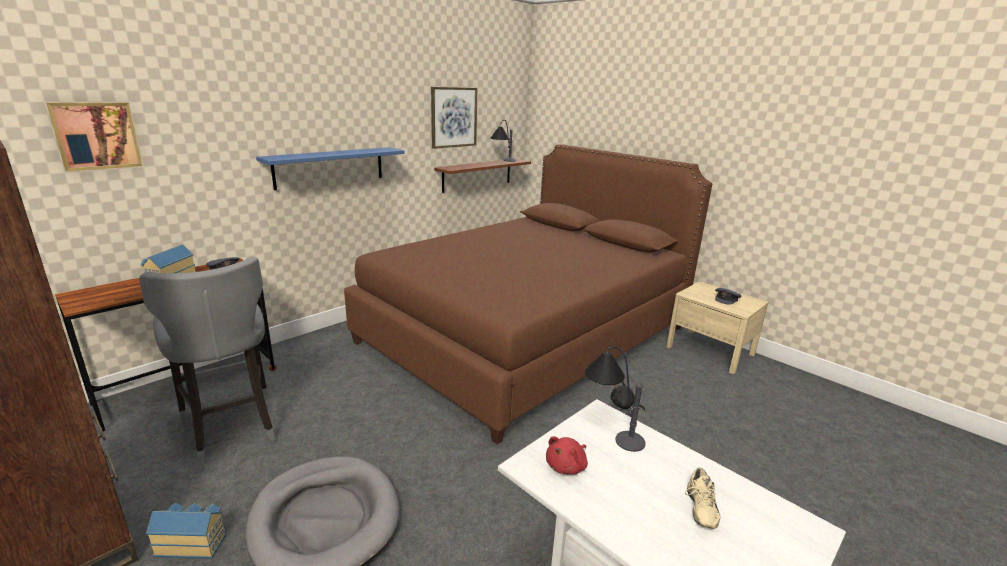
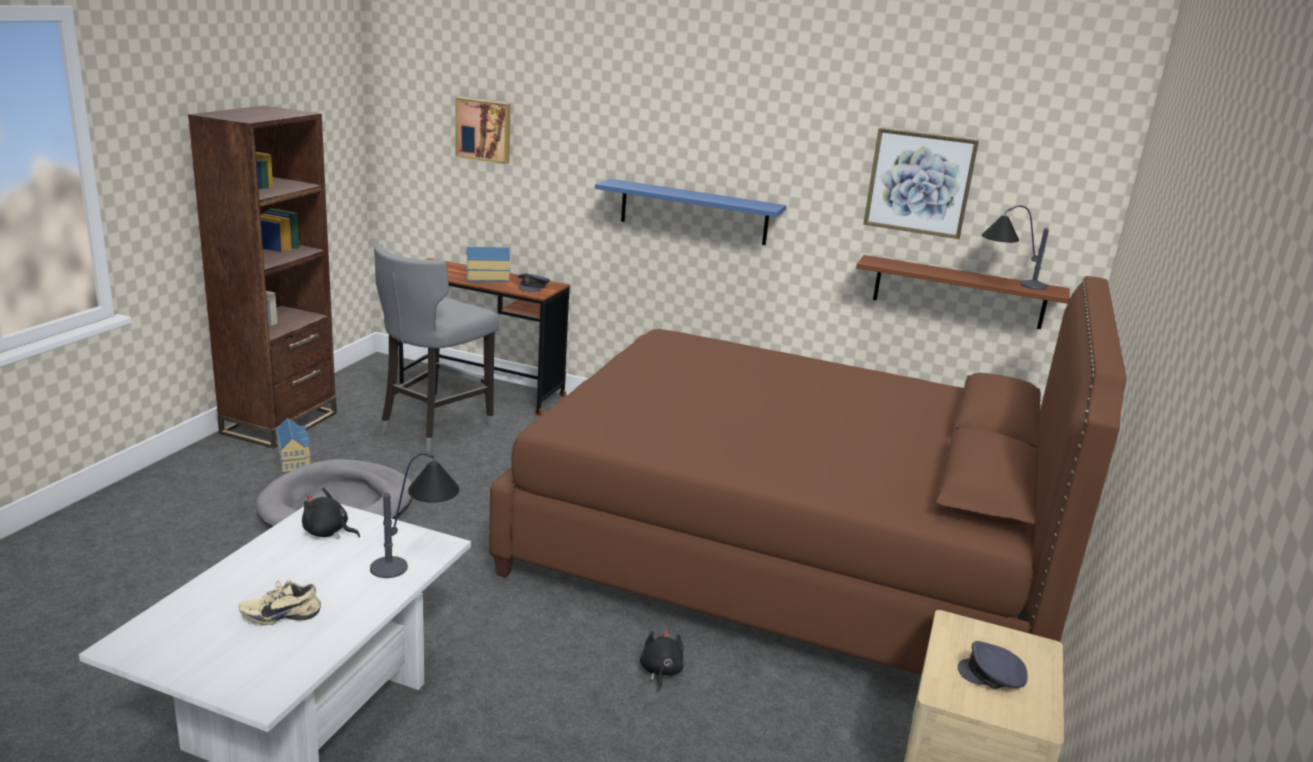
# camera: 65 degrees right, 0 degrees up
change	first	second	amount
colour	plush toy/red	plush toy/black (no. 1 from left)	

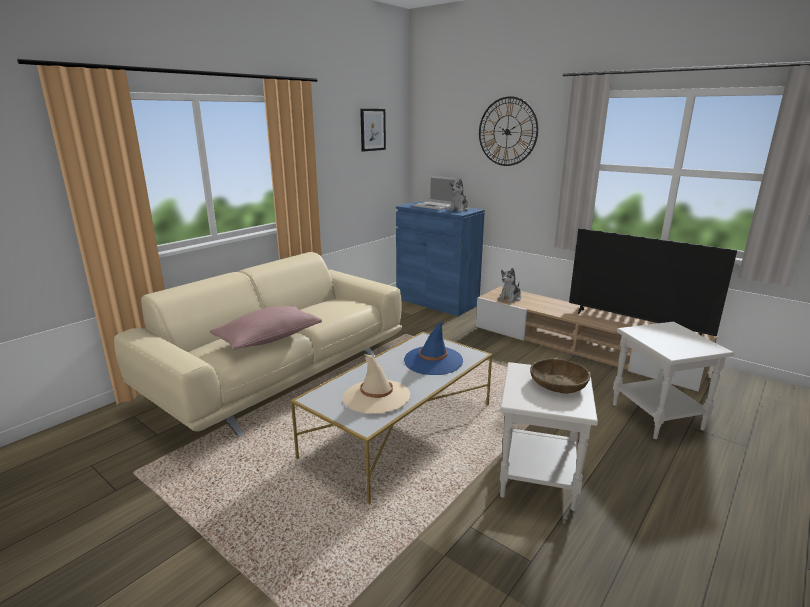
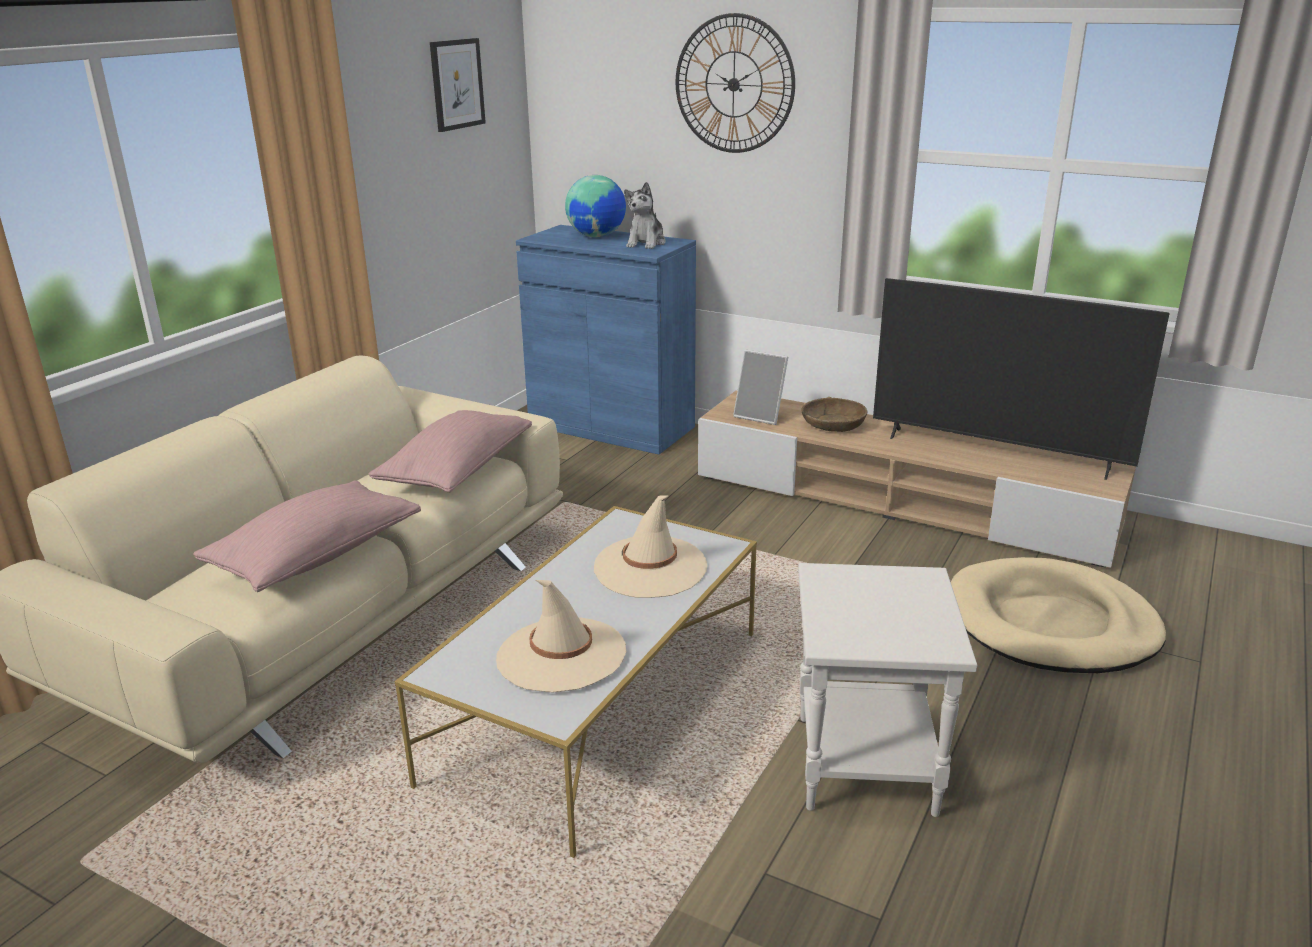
# camera: 10 degrees left, 5 degrees up
change	first	second	amount
appeared		pillow/pink (no. 2 from left)	
relocated	bowl/brown		
exchanged	laptop	globe	
exchanged	plush toy (no. 2 from left)	picture frame	
exchanged	side table/white (no. 2 from left)	dog bed/beige	
colour	hat/blue	hat/beige (no. 2 from left)	

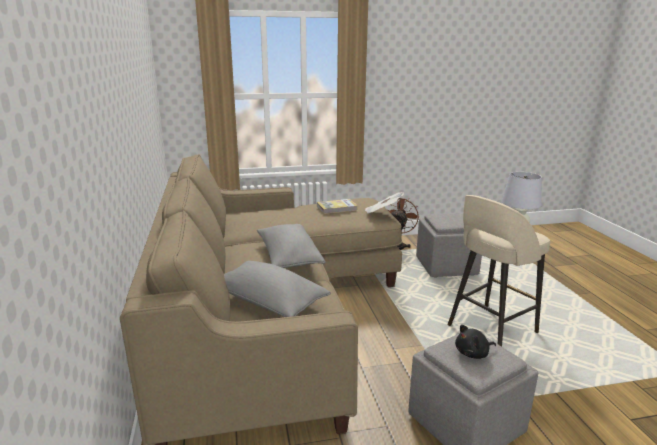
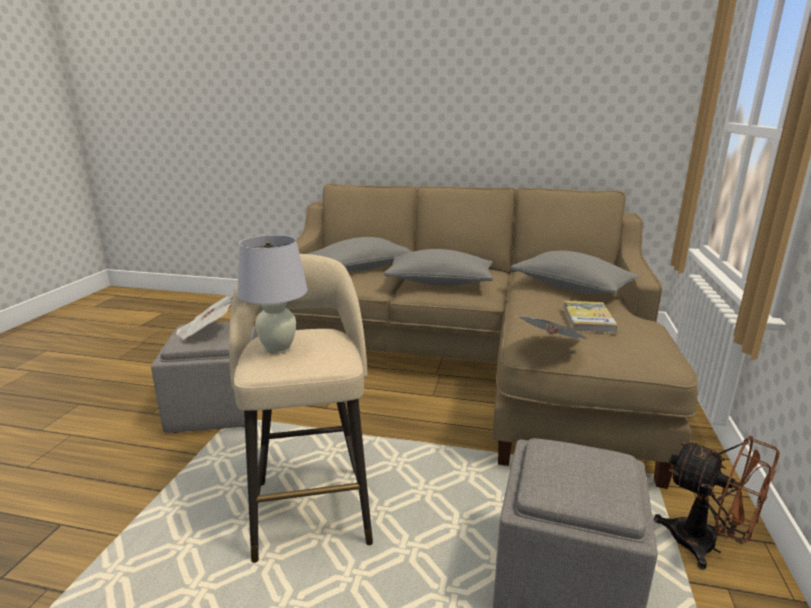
# camera: 115 degrees right, 0 degrees up
change	first	second	amount
appeared		pillow/grey (no. 3 from left)	
exchanged	plush toy/black	newspaper (no. 1 from left)	

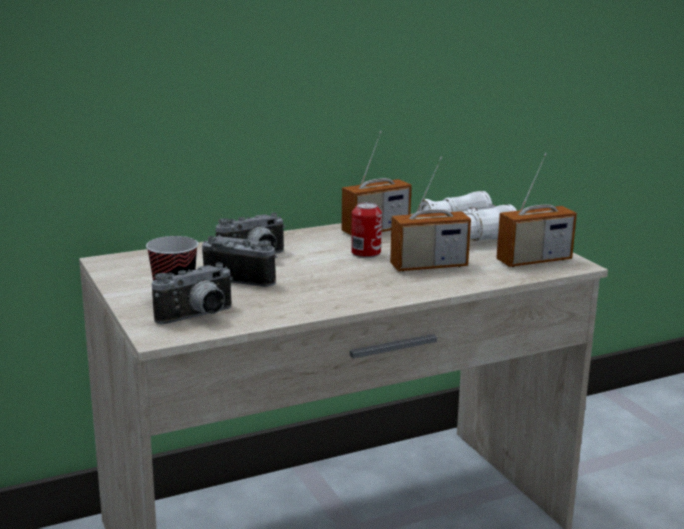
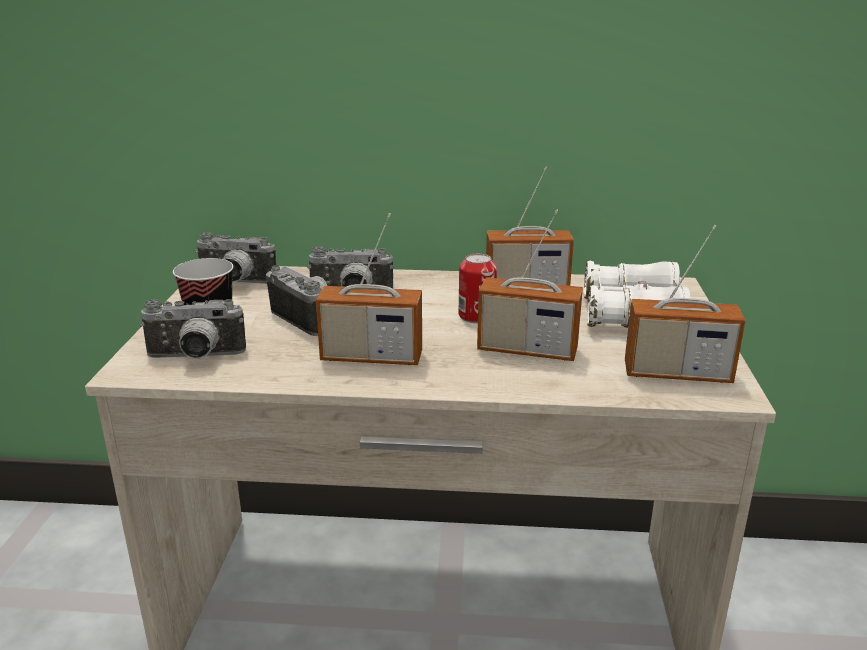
# camera: 30 degrees right, 5 degrees up
change	first	second	amount
appeared		photo camera (no. 2 from left)	
appeared		radio (no. 1 from left)	

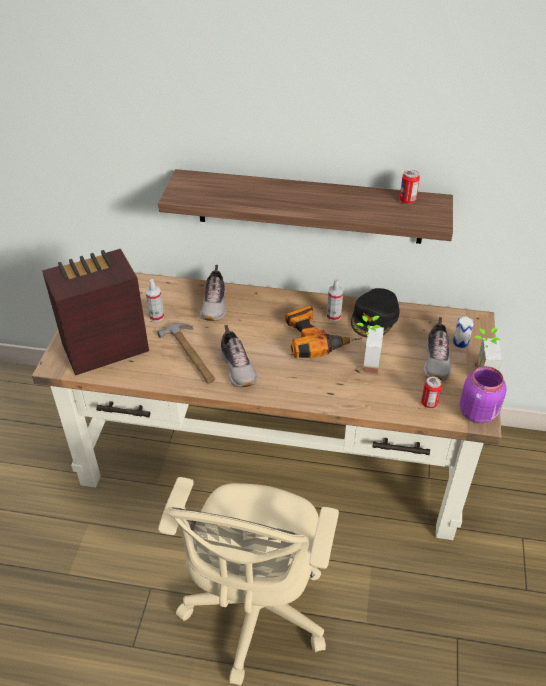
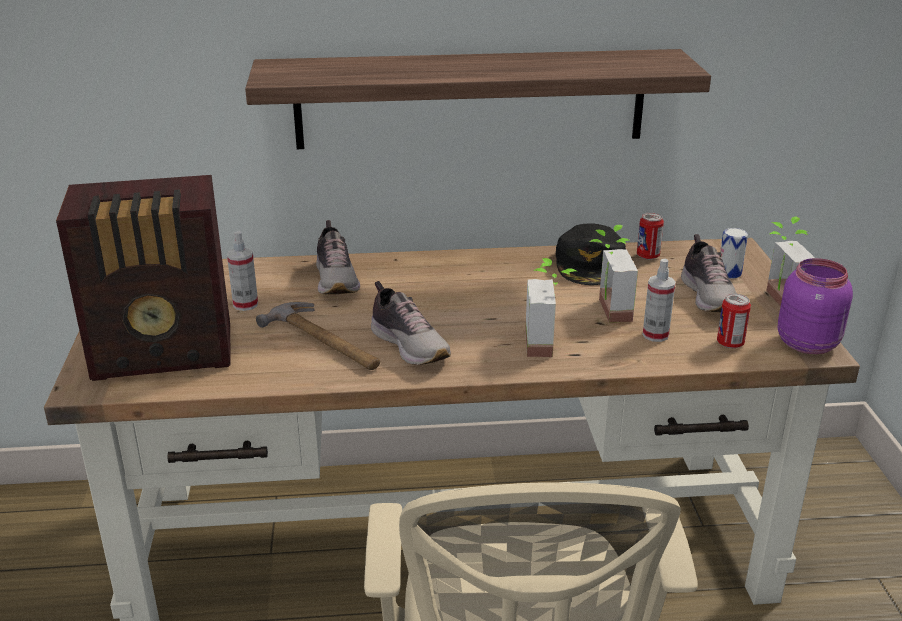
# camera: 15 degrees left, 15 degrees down
change	first	second	amount
missing	power drill		
appeared		potted plant (no. 1 from left)	
relocated	spray bottle (no. 2 from left)		
relocated	can (no. 1 from left)		
spun	radio		150 degrees counterclockwise

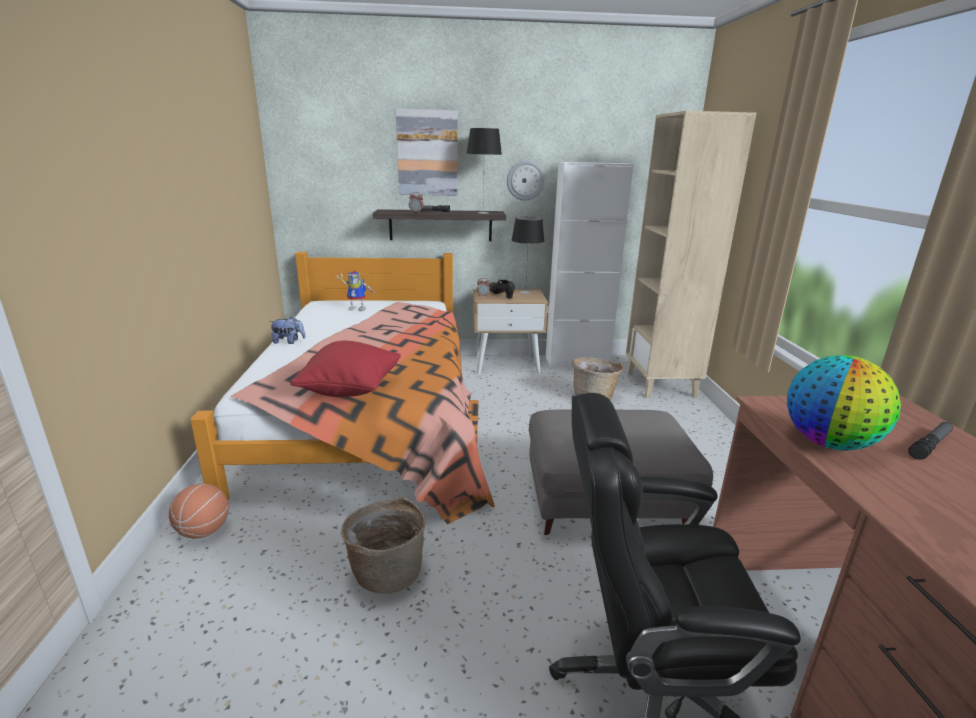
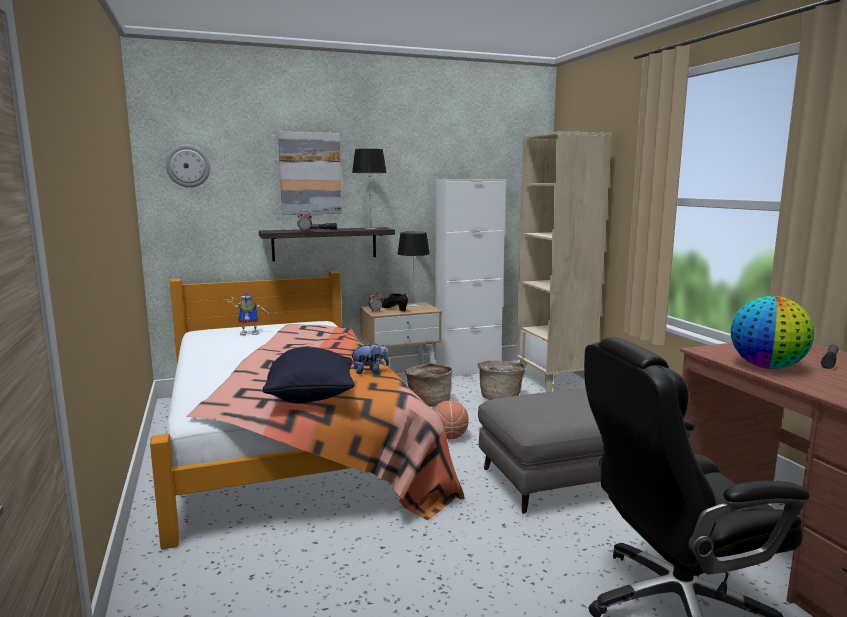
# camera: 15 degrees left, 10 degrees down
change	first	second	amount
relocated	basketball		
relocated	plush toy		
relocated	basket (no. 1 from left)		
relocated	wall clock		
colour	pillow/red	pillow/black	

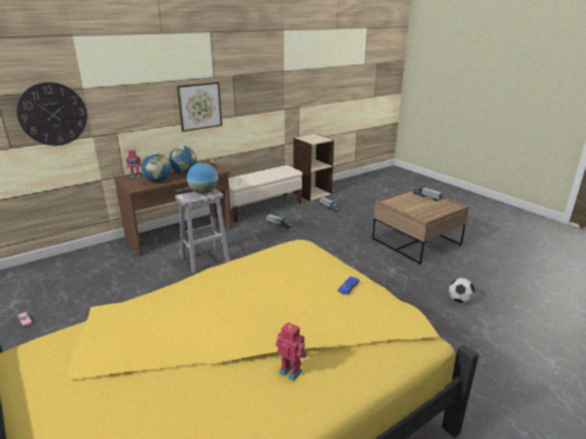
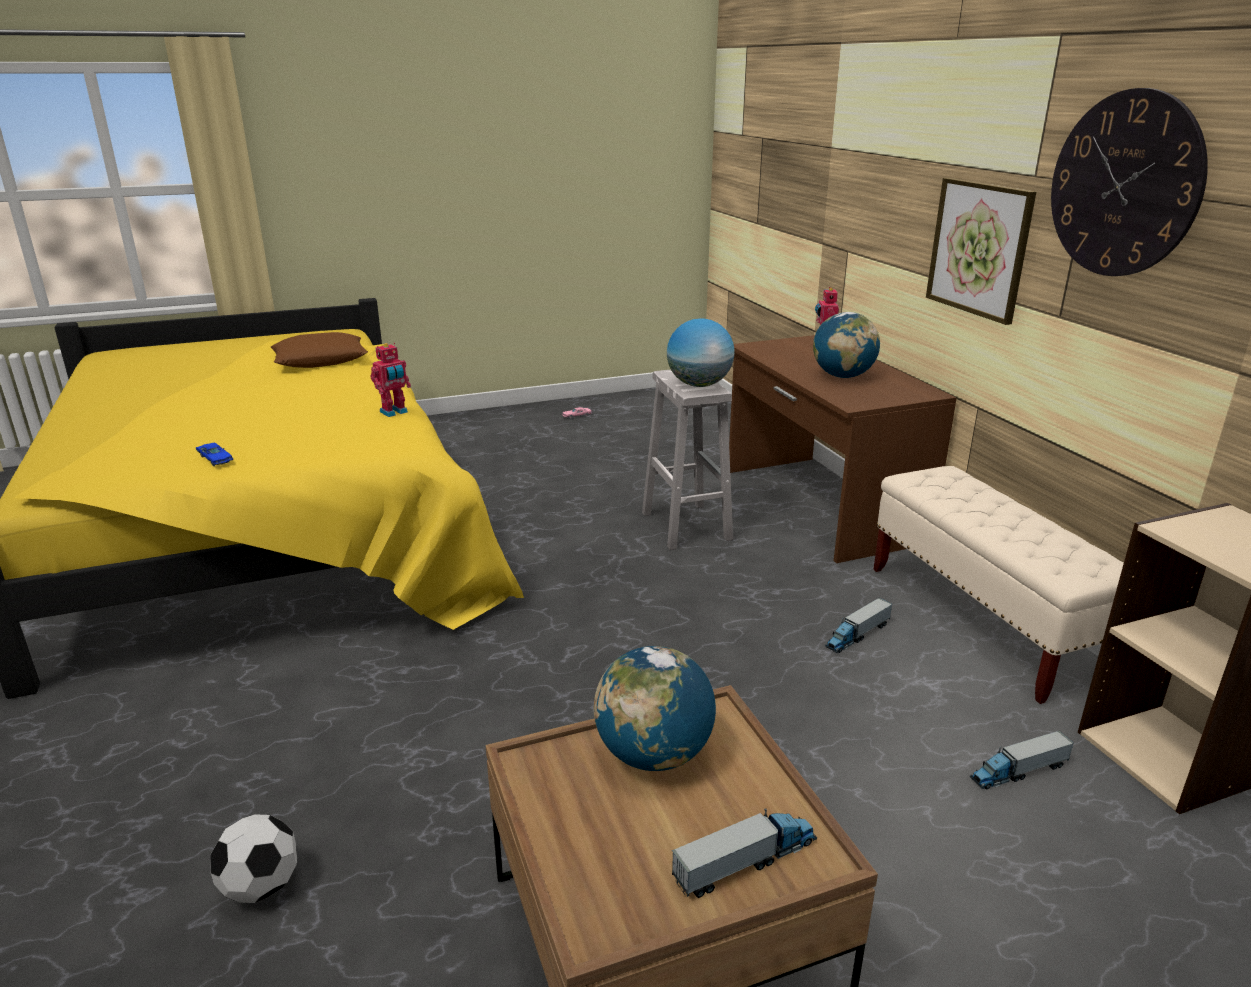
# camera: 105 degrees right, 0 degrees up
change	first	second	amount
appeared		pillow/brown	
relocated	wall clock		
relocated	globe (no. 1 from left)		
relocated	toy robot (no. 2 from left in the first image)	toy robot (no. 1 from left)	

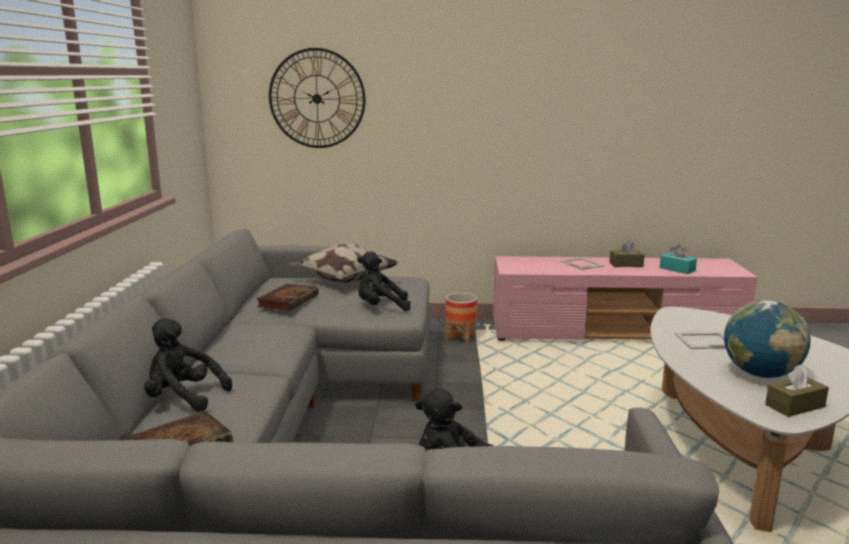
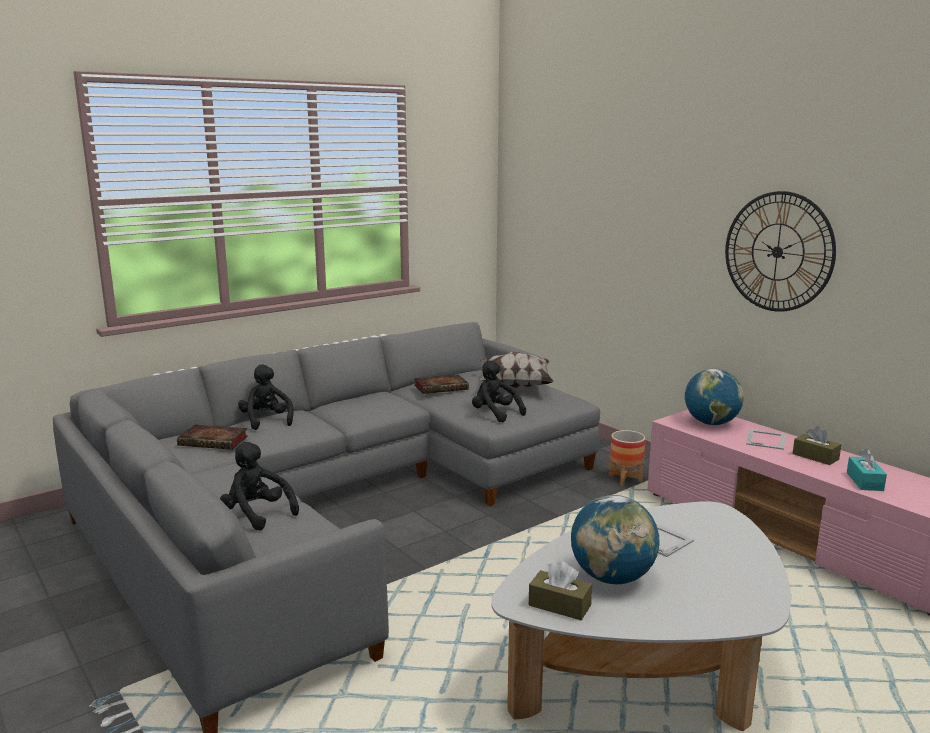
# camera: 50 degrees right, 0 degrees up
change	first	second	amount
appeared		globe (no. 2 from left)	
relocated	wall clock		

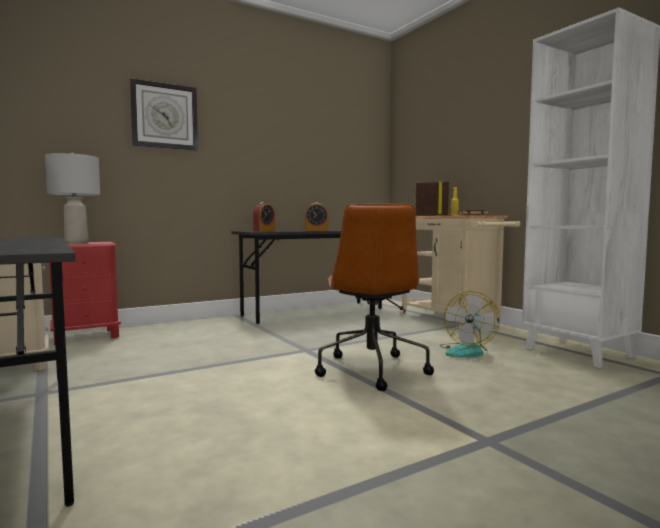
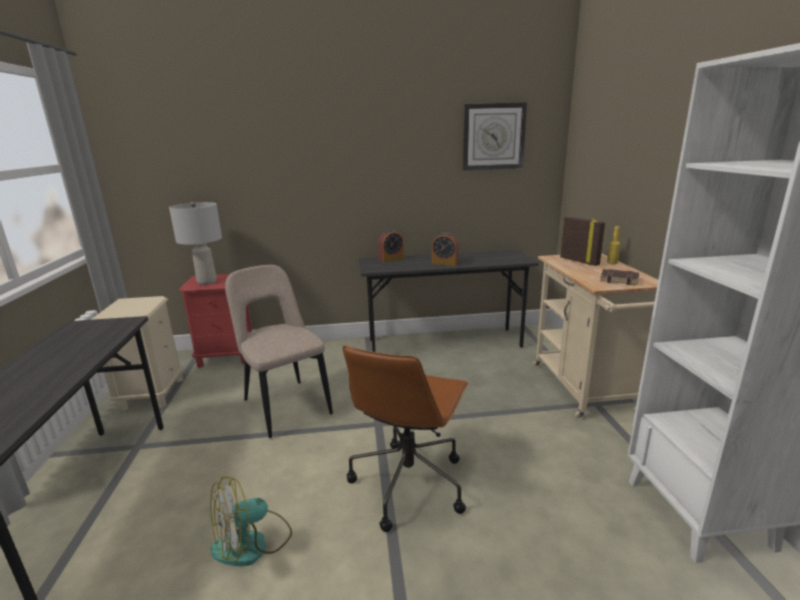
# camera: 25 degrees right, 15 degrees up
change	first	second	amount
appeared		chair/beige	
relocated	wall clock		
relocated	fan		

